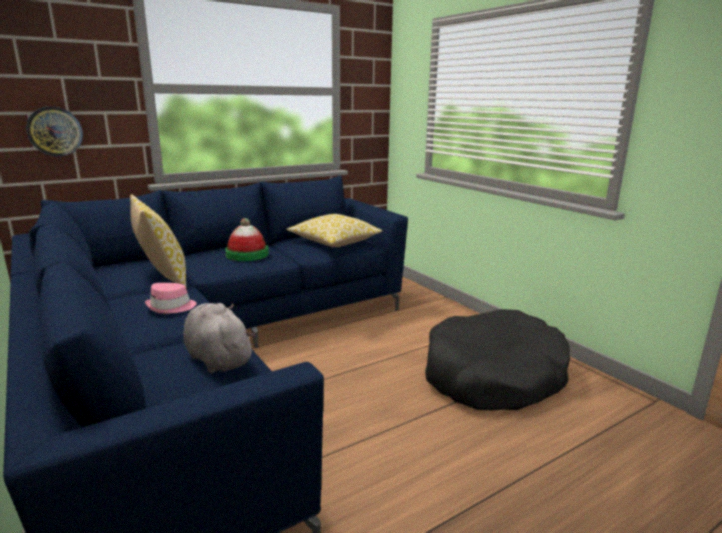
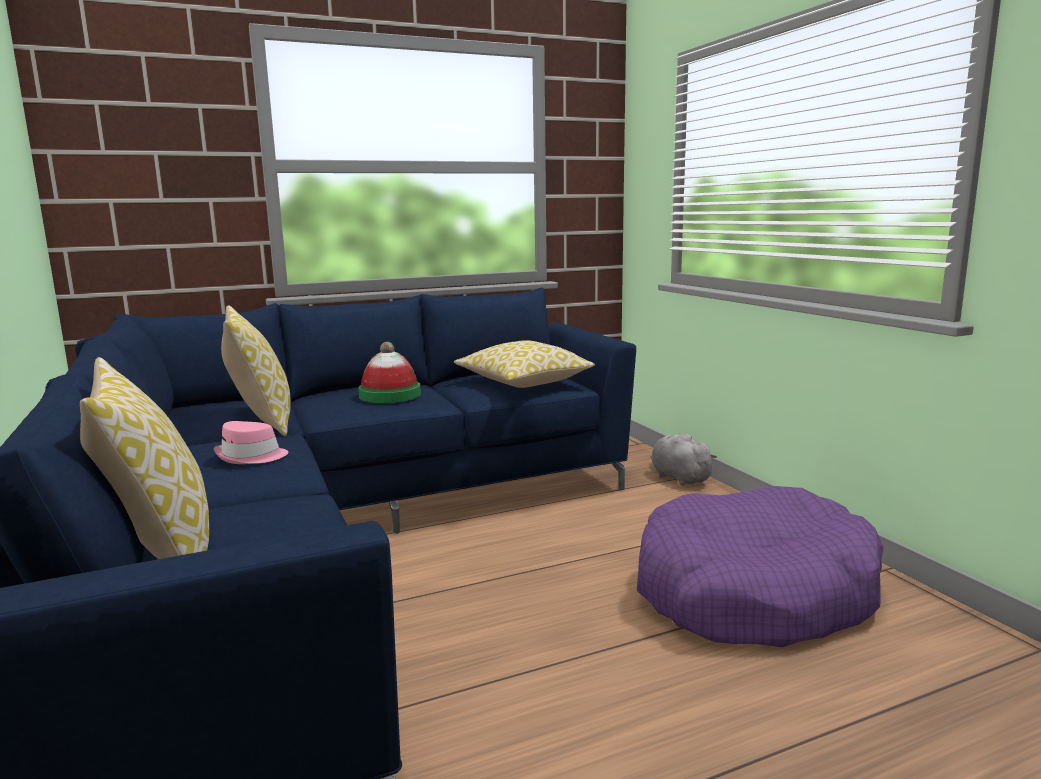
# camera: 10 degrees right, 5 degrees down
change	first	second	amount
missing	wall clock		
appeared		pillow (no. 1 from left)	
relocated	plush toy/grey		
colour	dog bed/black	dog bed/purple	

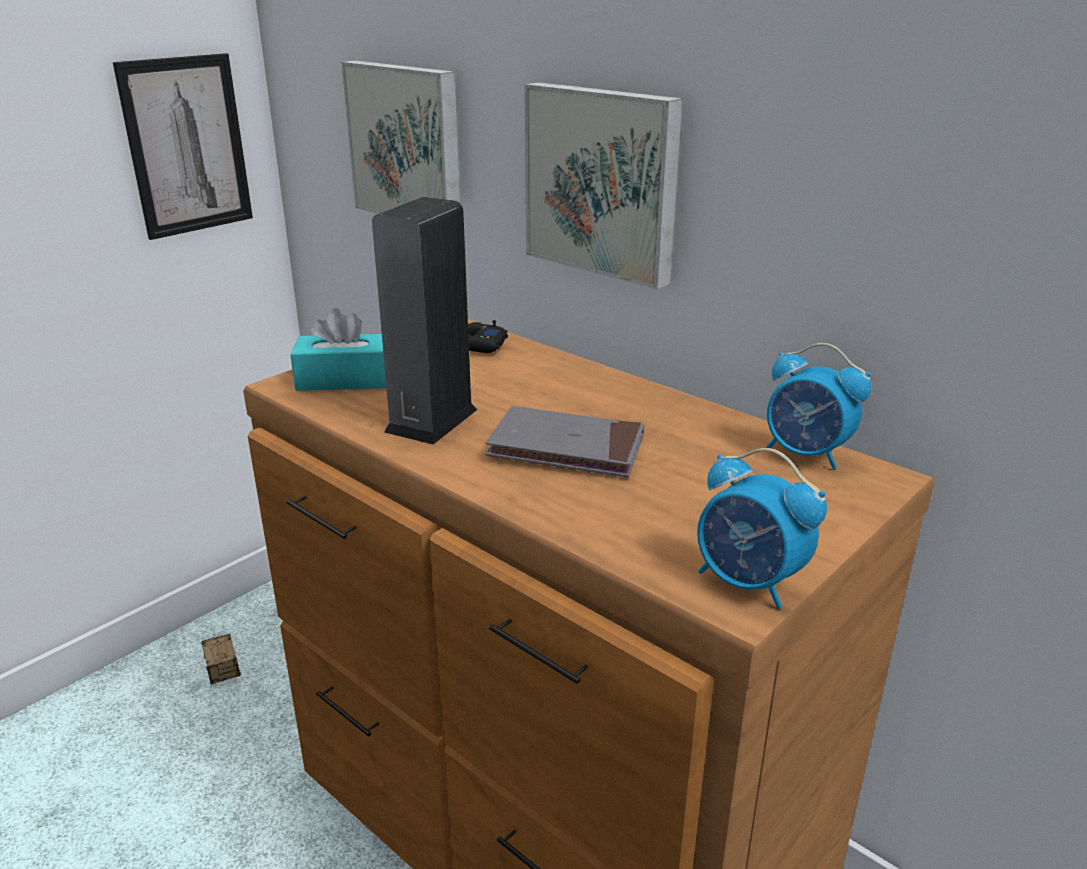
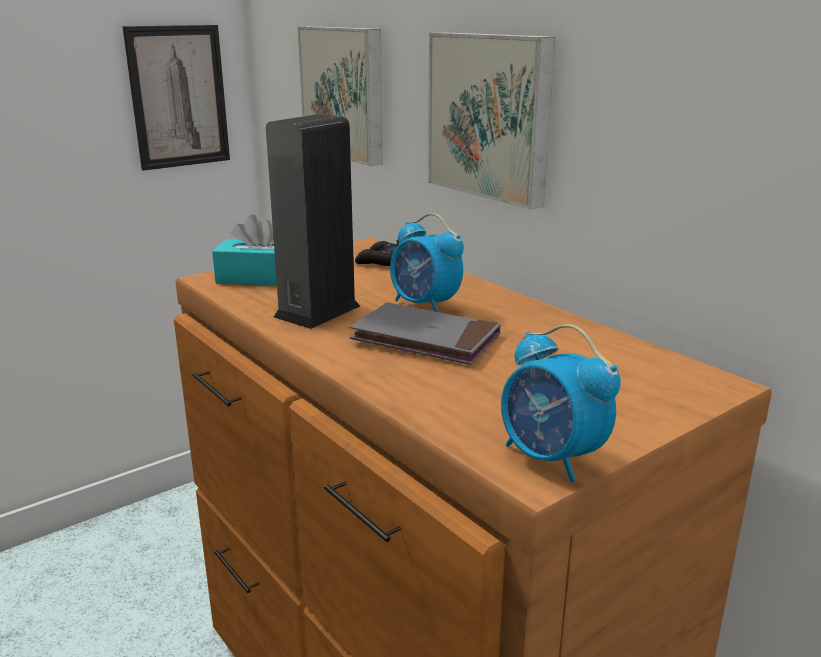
# camera: 10 degrees right, 5 degrees down
change	first	second	amount
missing	storage box		
relocated	alarm clock (no. 2 from left in the first image)	alarm clock (no. 1 from left)	

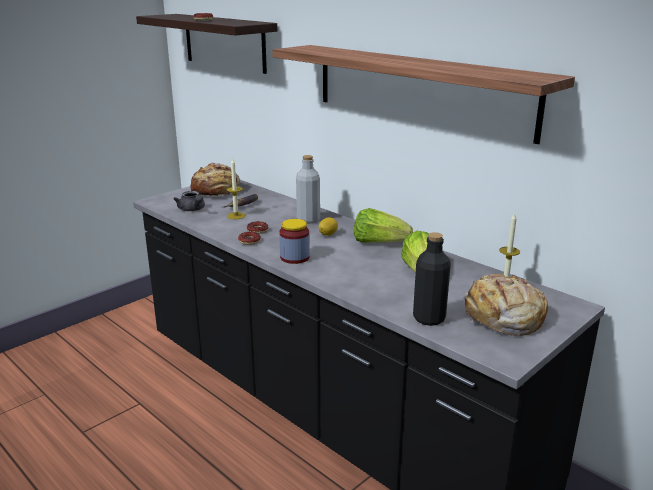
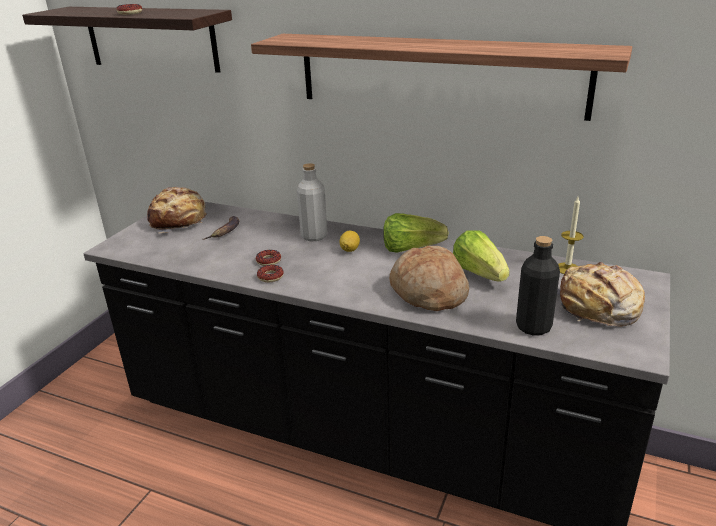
# camera: 20 degrees left, 5 degrees up
change	first	second	amount
missing	teapot/grey		
missing	candle (no. 1 from left)		
missing	jar		
appeared		bread (no. 2 from left)	

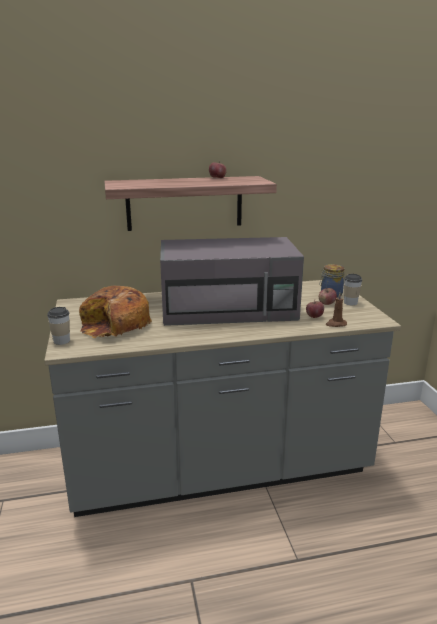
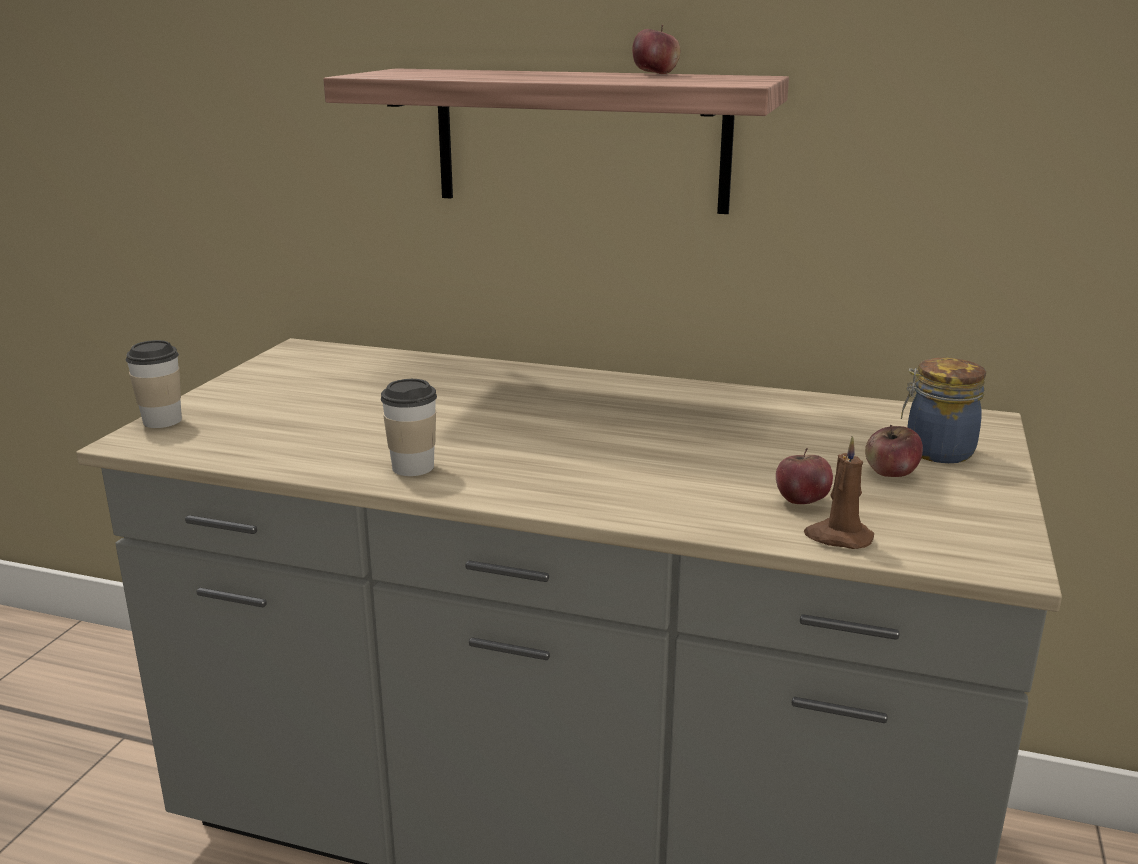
# camera: 30 degrees right, 0 degrees up
change	first	second	amount
missing	bread		
missing	microwave/grey		
relocated	cup (no. 2 from left)		

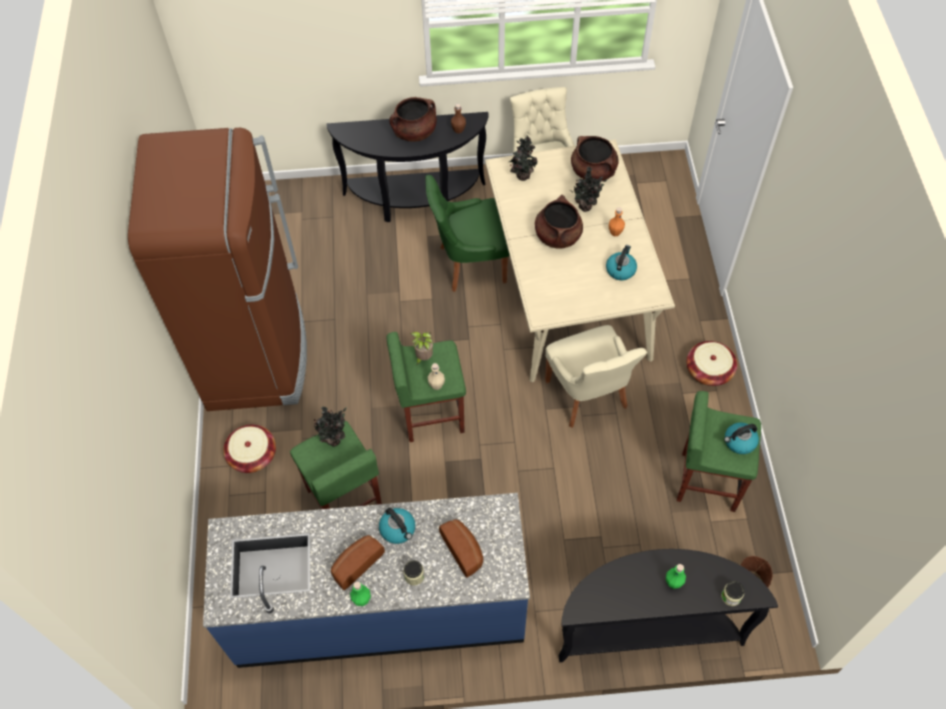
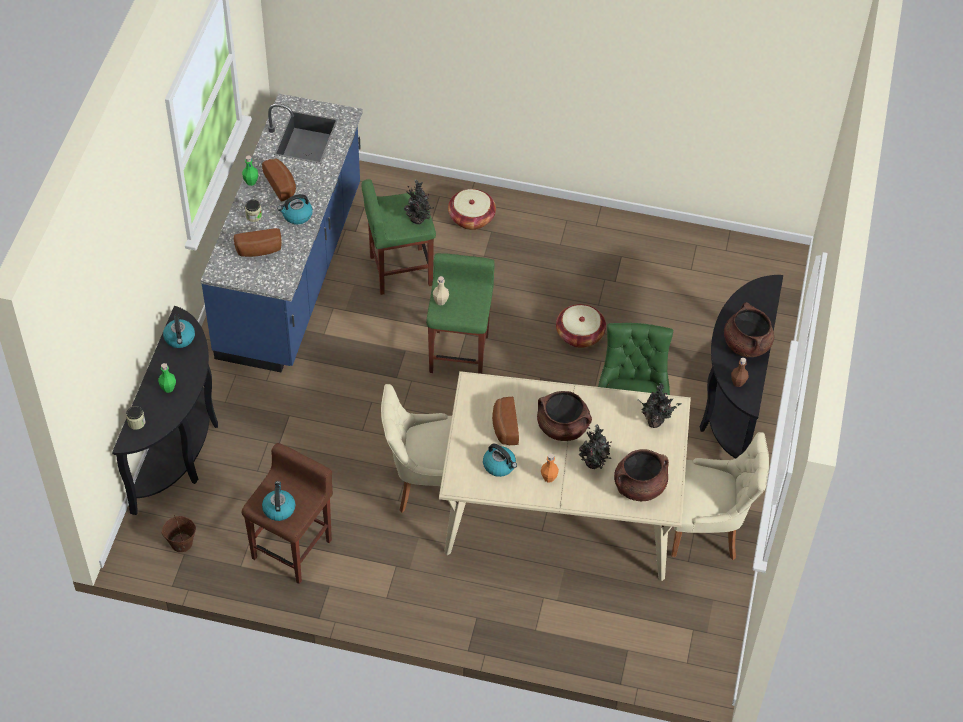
# camera: 105 degrees right, 5 degrees down
change	first	second	amount
missing	fridge/brown		
missing	potted plant (no. 2 from left)		
appeared		kettle (no. 1 from left)	
appeared		bread (no. 3 from left)	
relocated	basket (no. 2 from left)		
colour	stool/green (no. 3 from left)	stool/brown	

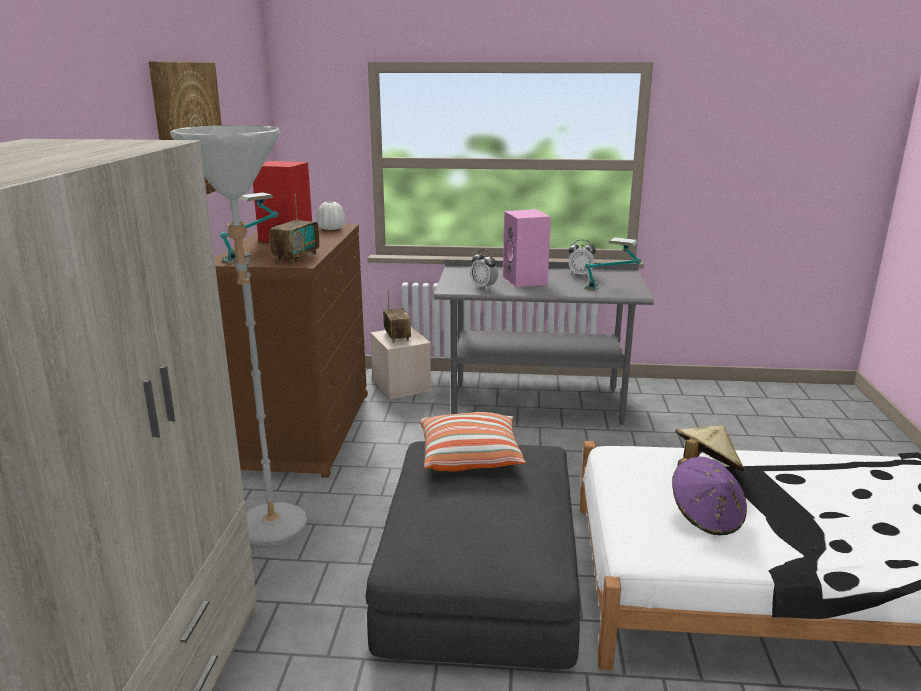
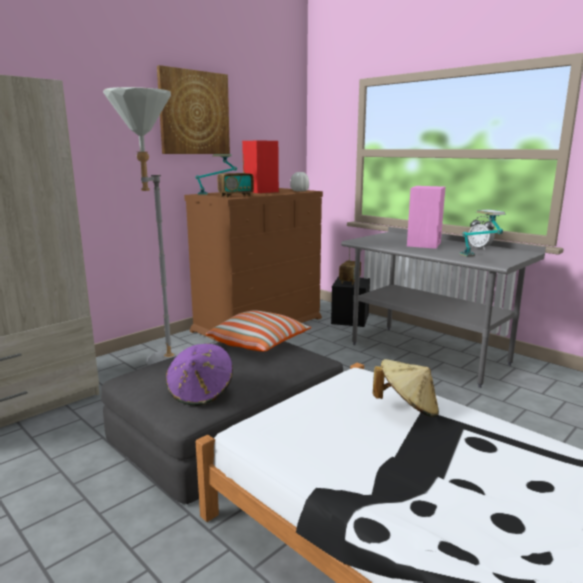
# camera: 40 degrees right, 5 degrees down
change	first	second	amount
missing	alarm clock (no. 1 from left)		
relocated	hat/purple		
colour	storage box/beige	storage box/black	

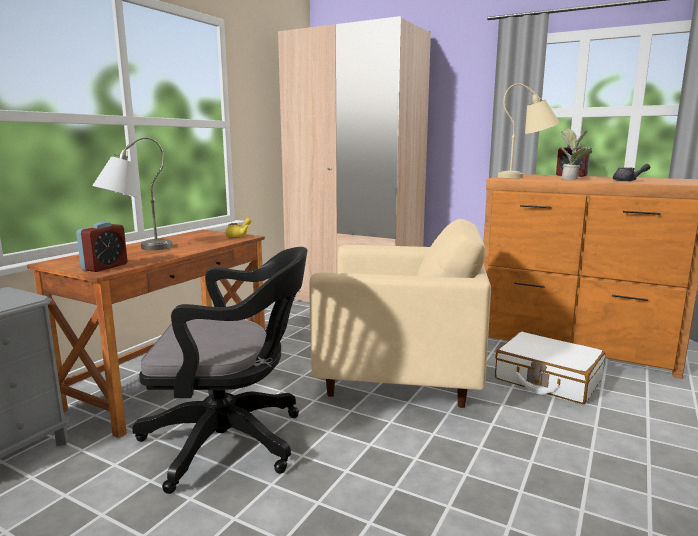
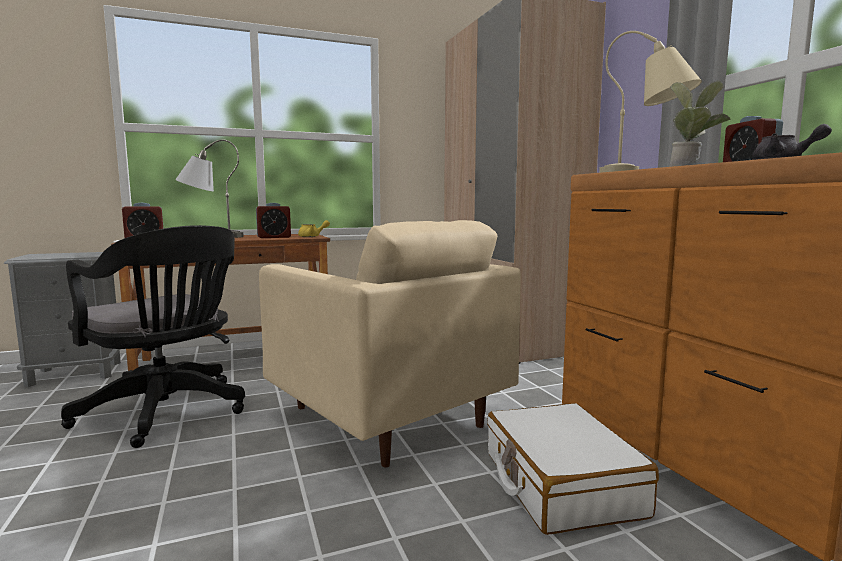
# camera: 40 degrees right, 5 degrees down
change	first	second	amount
appeared		alarm clock (no. 2 from left)	

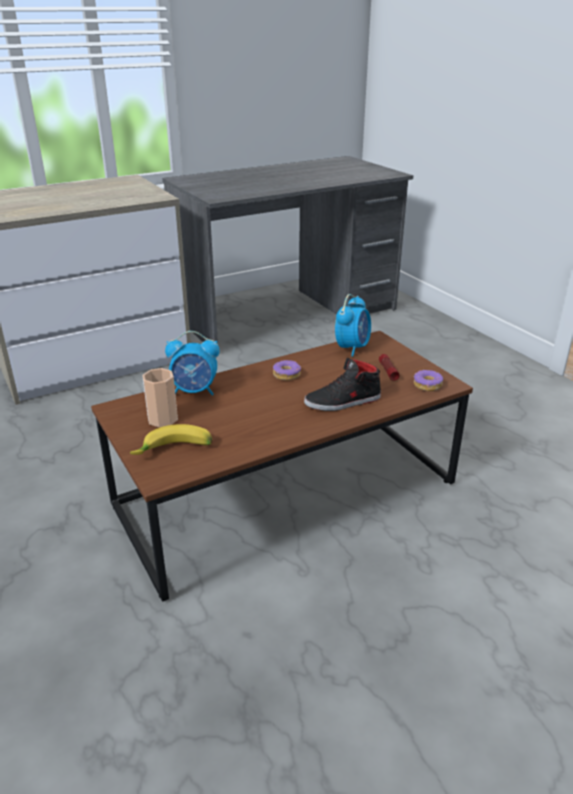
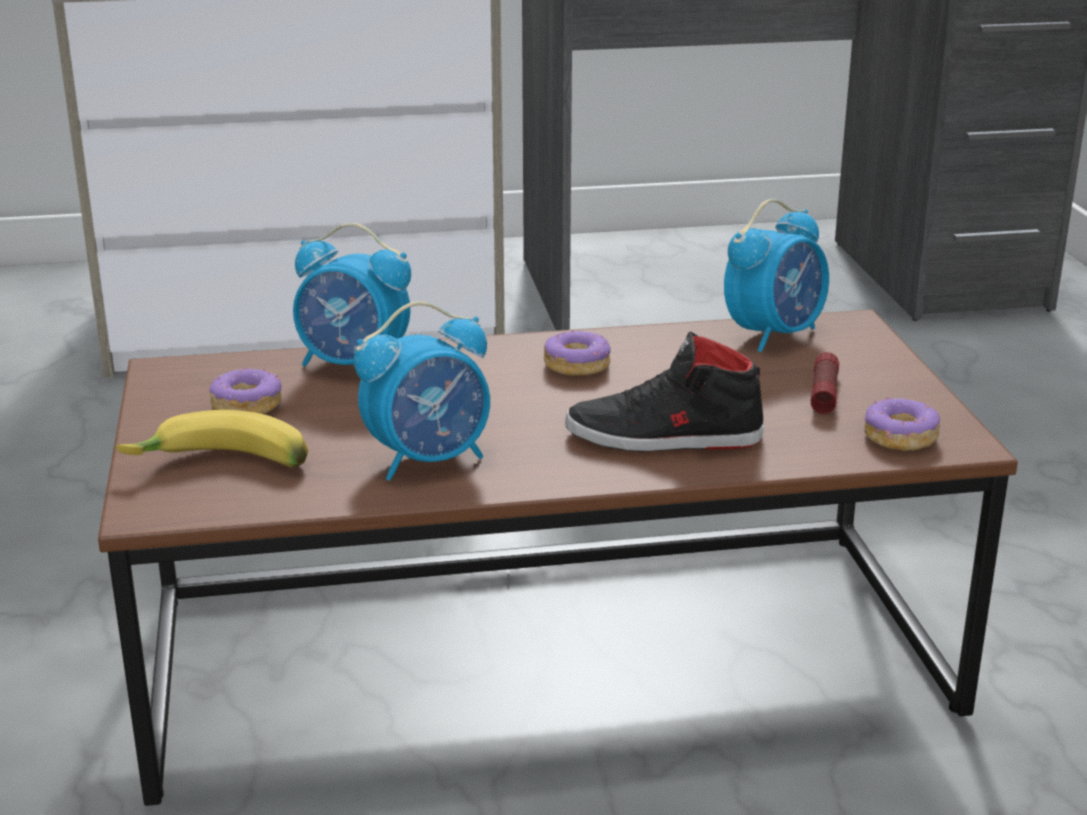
# camera: 20 degrees right, 5 degrees down
change	first	second	amount
appeared		alarm clock (no. 2 from left)	
exchanged	cup	donut (no. 1 from left)	

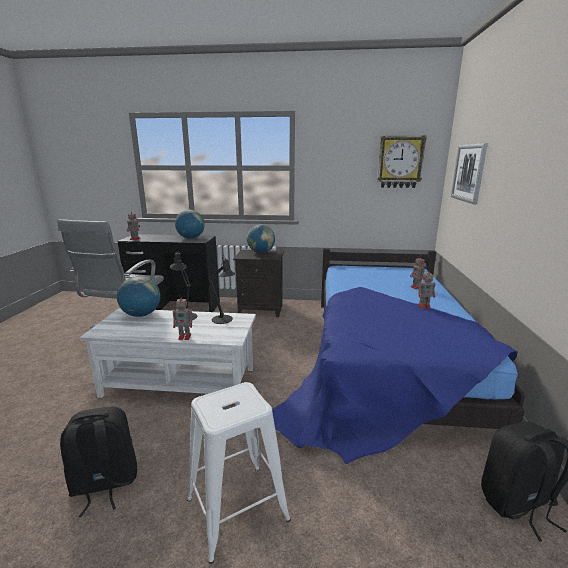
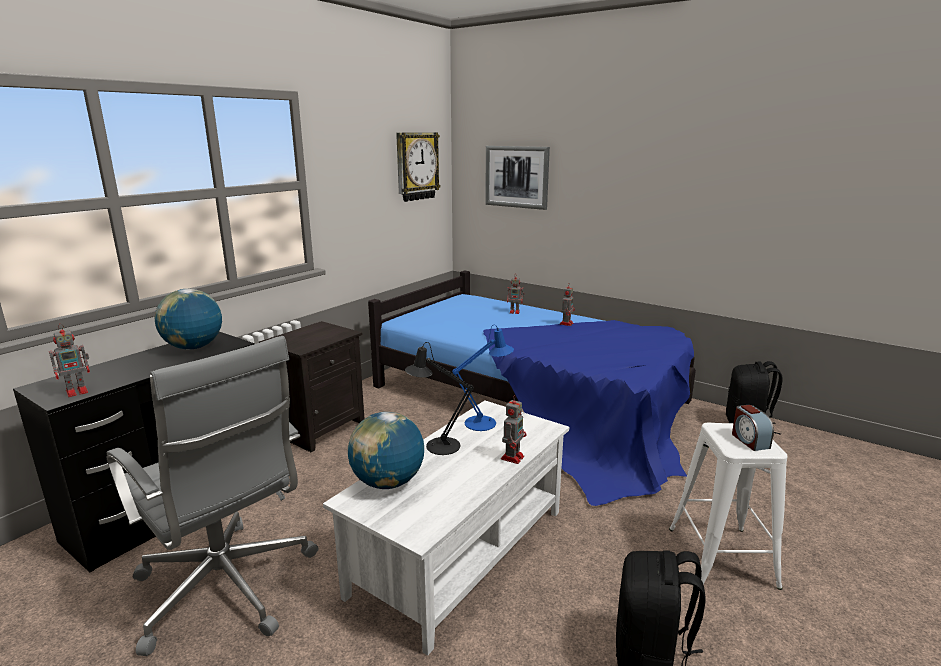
# camera: 60 degrees left, 0 degrees up
change	first	second	amount
missing	globe (no. 3 from left)		
appeared		alarm clock	
colour	table lamp/black (no. 2 from left)	table lamp/blue	

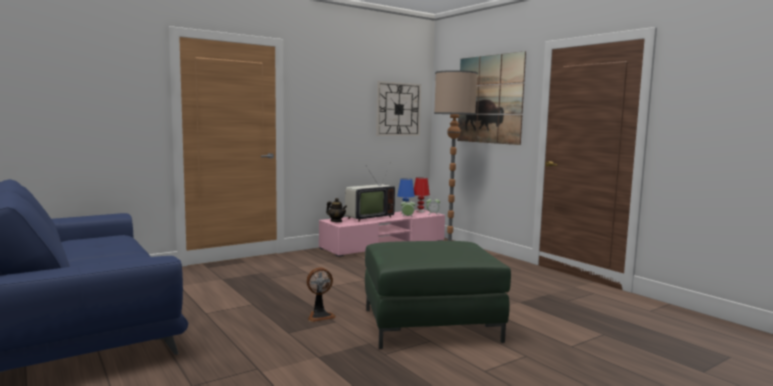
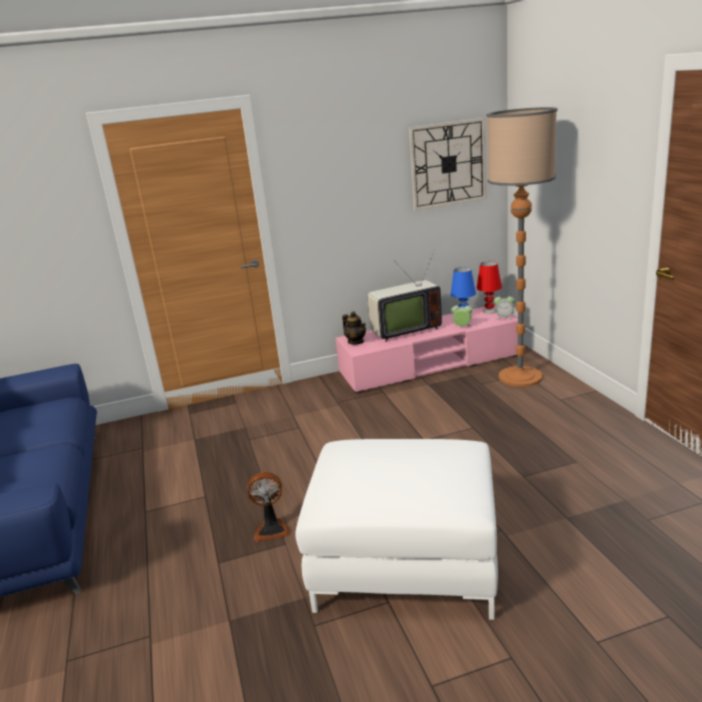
# camera: 20 degrees right, 15 degrees up
change	first	second	amount
missing	picture		
colour	ottoman/green	ottoman/white	

